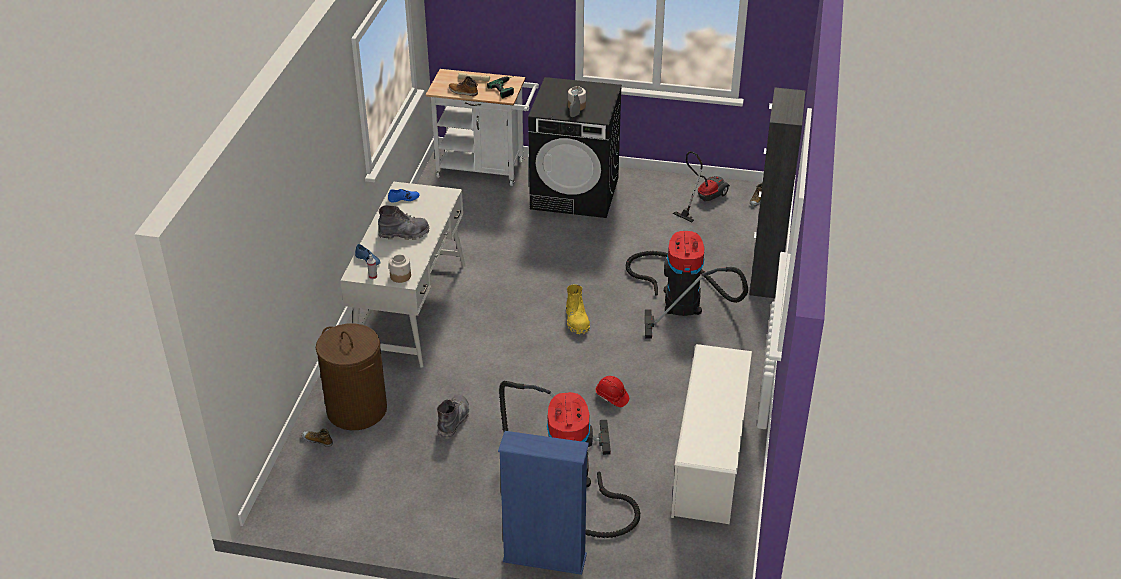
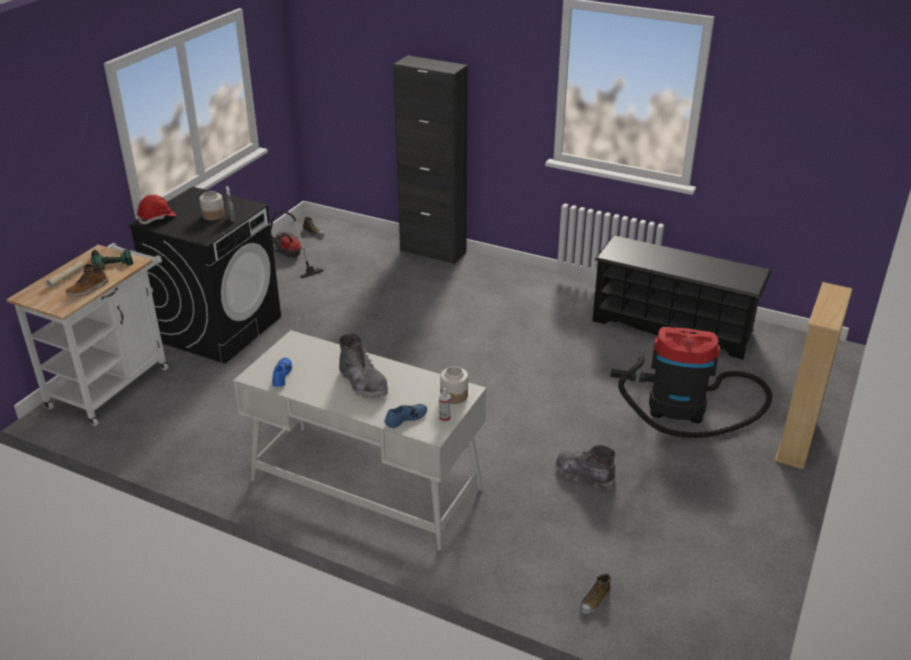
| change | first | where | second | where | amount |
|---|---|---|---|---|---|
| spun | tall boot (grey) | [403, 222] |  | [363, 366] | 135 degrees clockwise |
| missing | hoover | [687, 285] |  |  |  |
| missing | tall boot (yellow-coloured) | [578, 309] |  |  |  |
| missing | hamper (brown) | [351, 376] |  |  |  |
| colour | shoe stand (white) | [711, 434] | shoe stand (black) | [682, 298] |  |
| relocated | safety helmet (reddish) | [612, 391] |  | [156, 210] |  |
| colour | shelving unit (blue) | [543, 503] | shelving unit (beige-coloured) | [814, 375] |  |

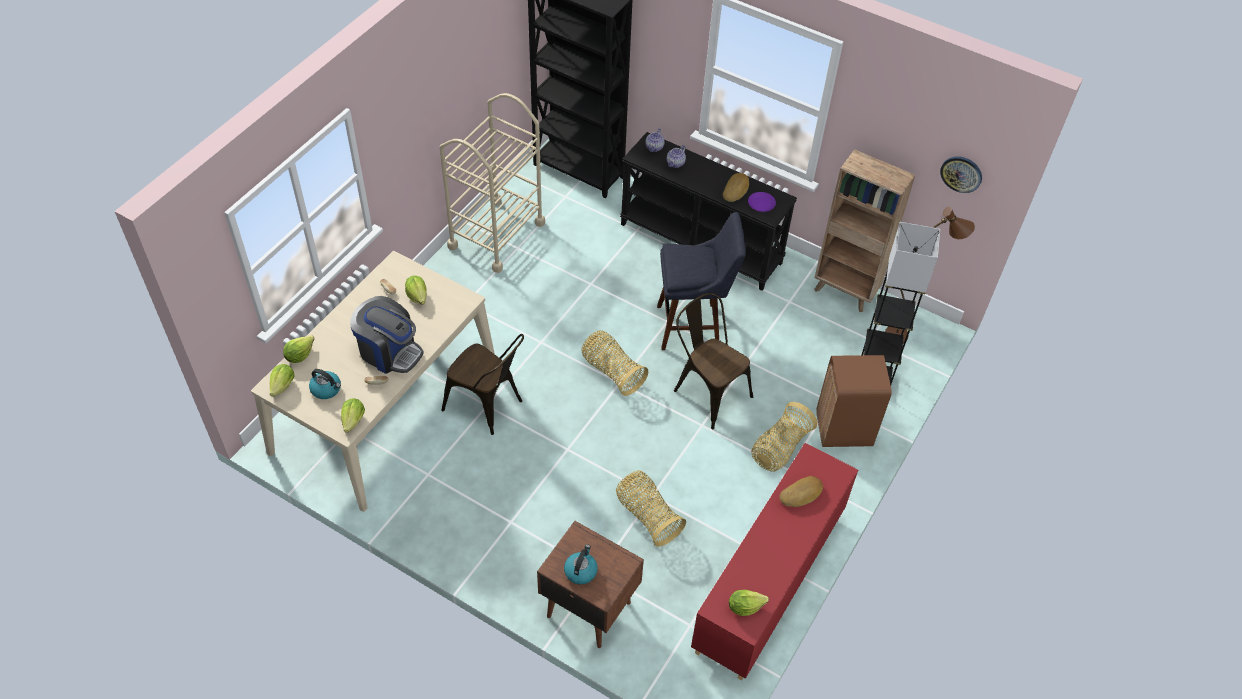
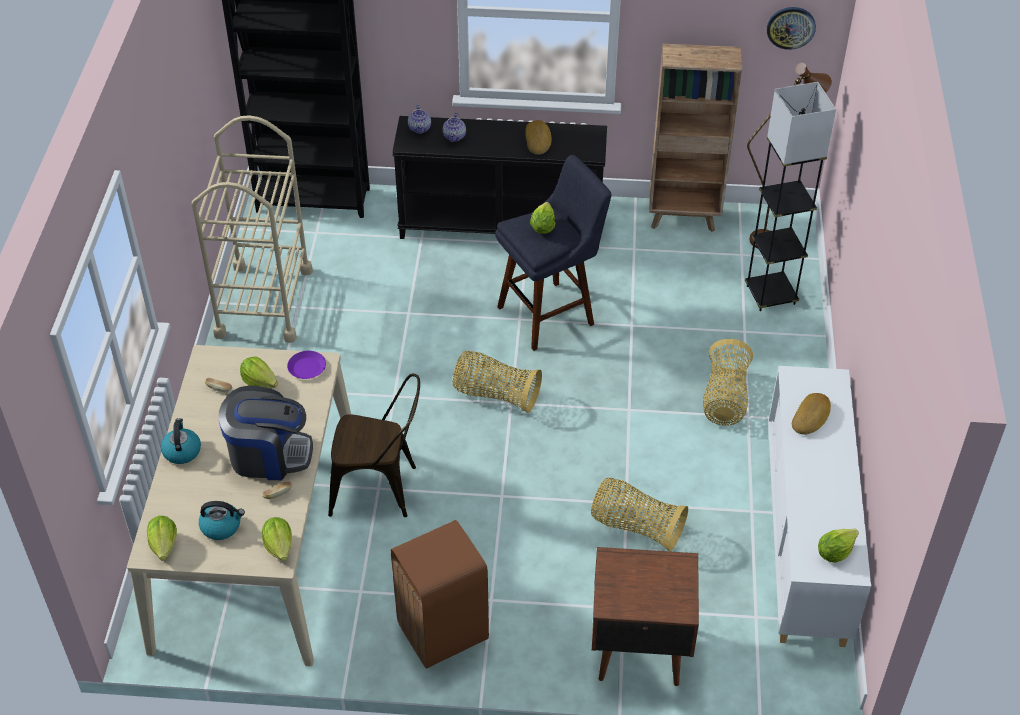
| change | first | where | second | where | amount |
|---|---|---|---|---|---|
| relocated | flat dish (purple-coloured) | [762, 202] |  | [306, 365] |  |
| missing | chair (brown) | [713, 361] |  |  |  |
| relocated | head of lettuce | [298, 349] |  | [542, 218] |  |
| relocated | rubbish bin (brown) | [854, 401] |  | [440, 594] |  |
| colour | cabinet (reddish) | [774, 562] | cabinet (white) | [819, 506] |  |
| relocated | kettle | [581, 564] |  | [181, 441] |  |

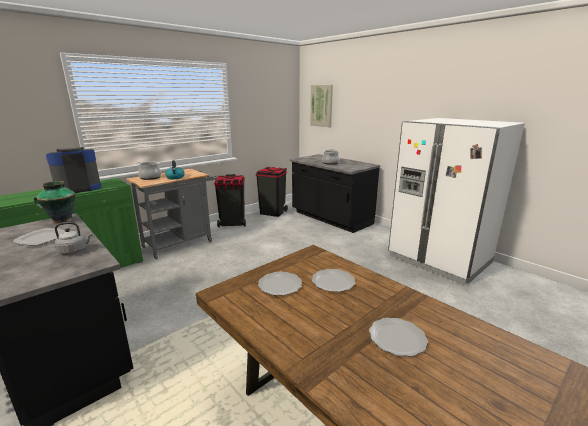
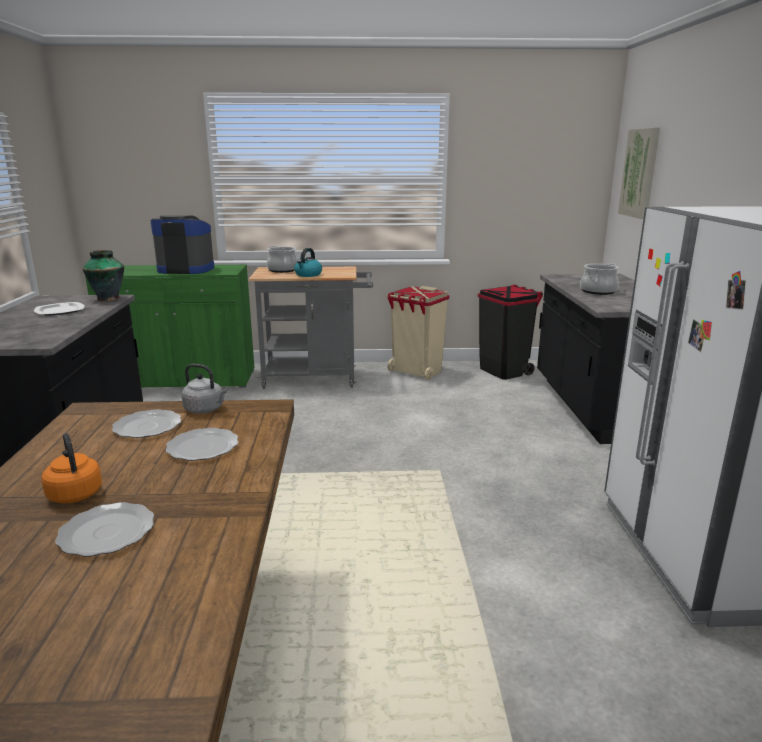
| change | first | where | second | where | amount |
|---|---|---|---|---|---|
| colour | rubbish bin (black) | [230, 200] | rubbish bin (beige-coloured) | [418, 333] |  |
| relocated | kettle (grey) | [73, 238] |  | [204, 389] |  |
| appeared |  |  | kettle (orangey) | [71, 468] |  |

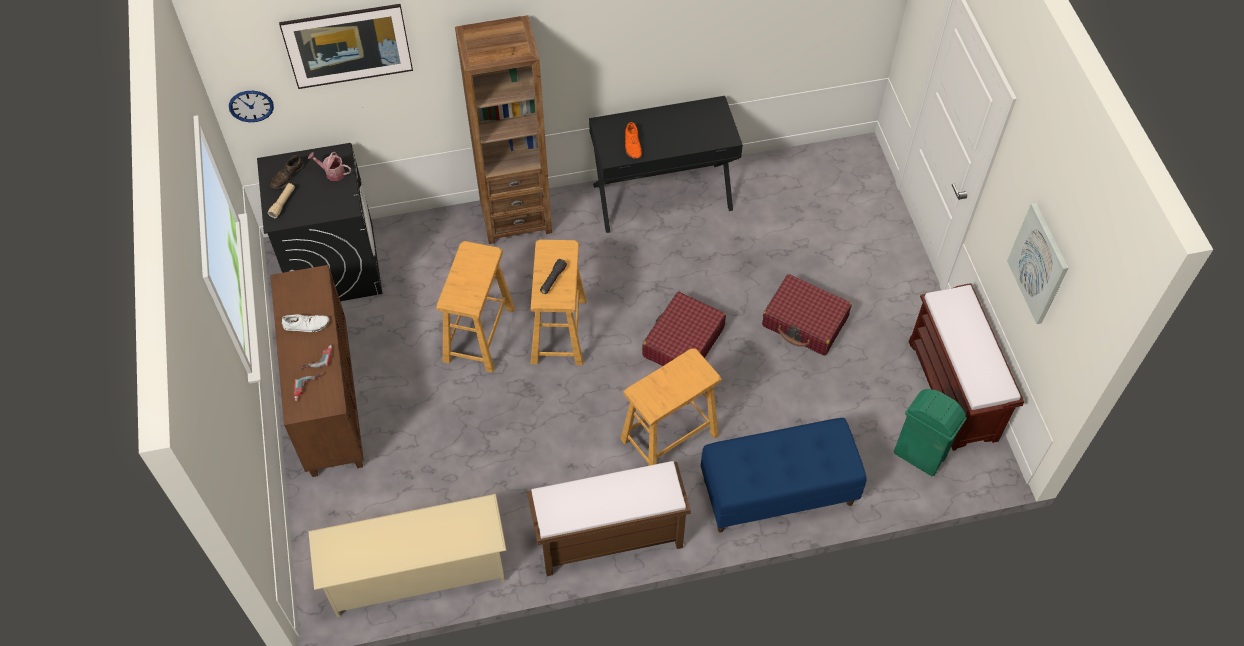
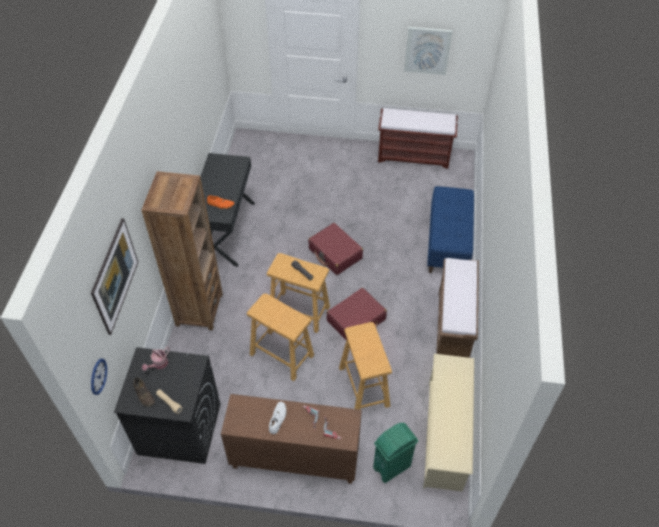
| change | first | where | second | where | amount |
|---|---|---|---|---|---|
| relocated | suitcase (reddish) | [807, 315] |  | [356, 314] |  |
| relocated | stool seat (beige-coloured) | [670, 407] |  | [365, 366] |  |
| relocated | rubbish bin (green) | [930, 433] |  | [395, 453] |  |

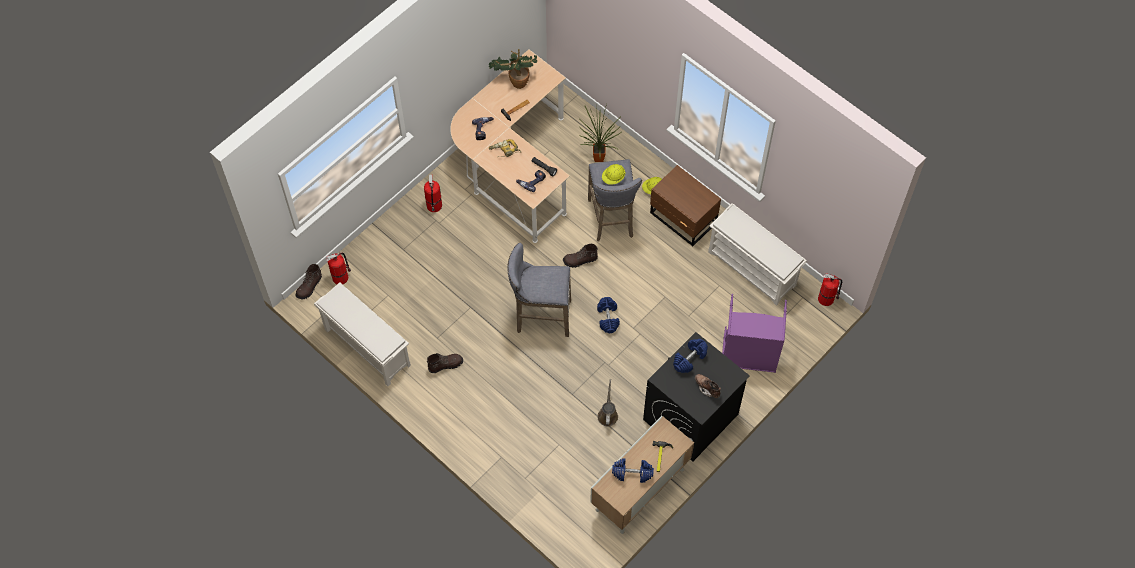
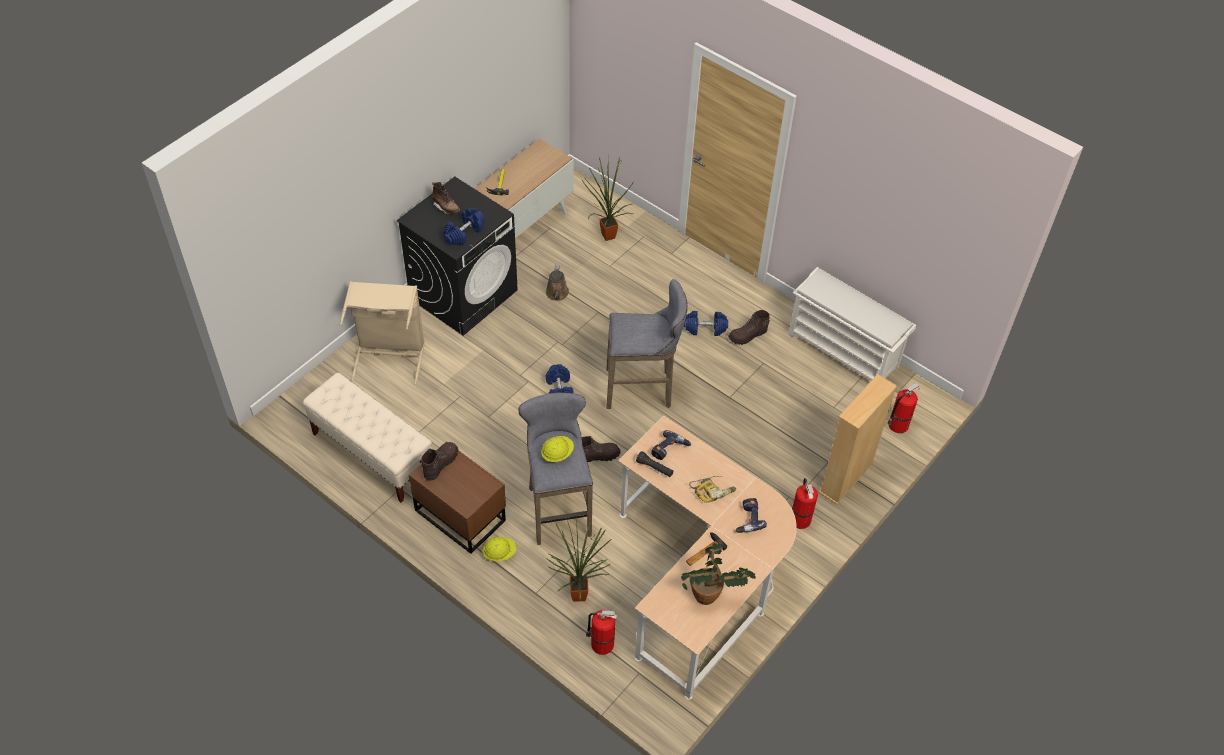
| change | first | where | second | where | amount |
|---|---|---|---|---|---|
| exchanged | shoe stand (white) | [757, 254] | long seat (beige-coloured) | [367, 438] |  |
| relocated | tall boot (brown) | [308, 281] |  | [439, 461] |  |
| relocated | fire extinguisher | [830, 289] |  | [601, 632] |  |
| colour | hamper (purple-coloured) | [754, 333] | hamper (beige-coloured) | [382, 333] |  |
| relocated | free weight (blue) | [633, 470] |  | [706, 323] |  |
| appeared |  |  | potted plant | [607, 198] |  |
| appeared |  |  | shelving unit (beige-coloured) | [858, 439] |  |

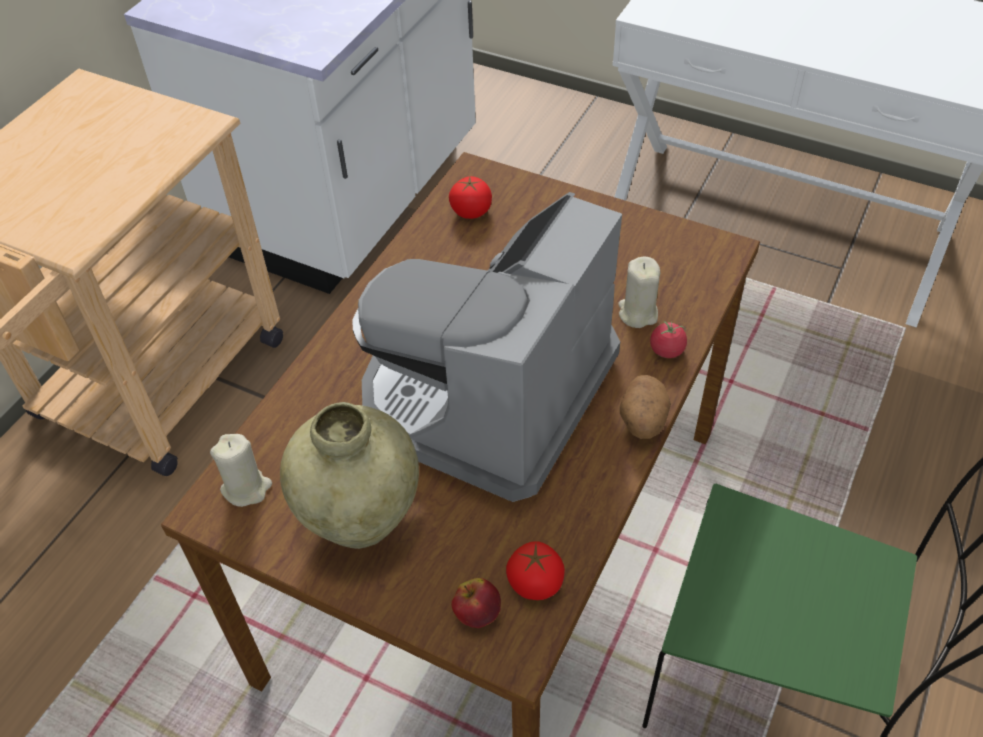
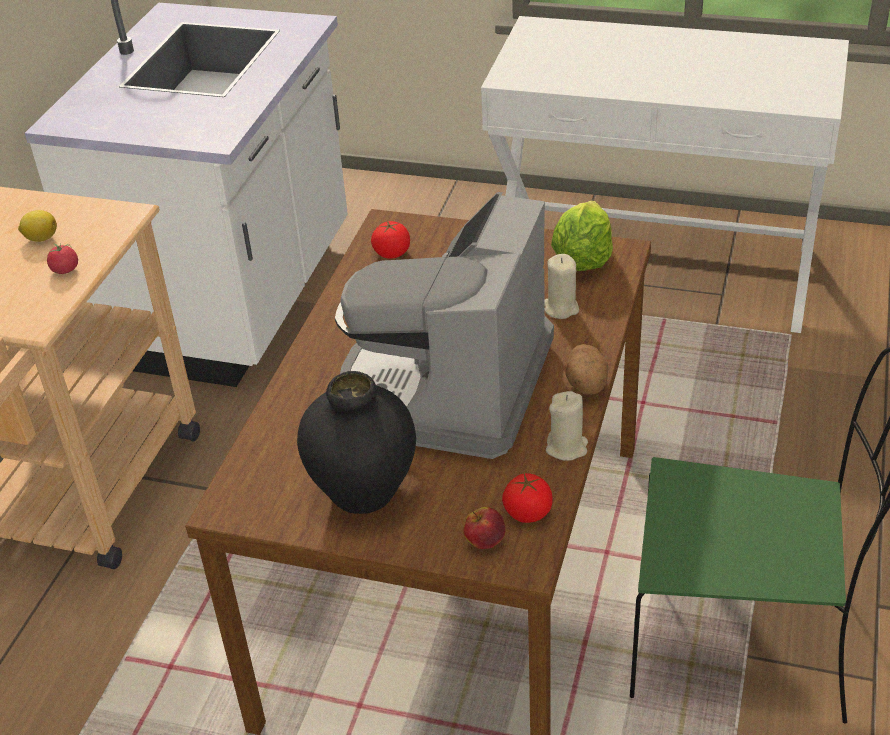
| change | first | where | second | where | amount |
|---|---|---|---|---|---|
| relocated | fresh tomato | [668, 339] |  | [62, 259] |  |
| colour | vase (beige-coloured) | [349, 475] | vase (black) | [356, 442] |  |
| relocated | candle (beige-coloured) | [241, 470] |  | [567, 426] |  |
| appeared |  |  | head of lettuce | [582, 236] |  |
| appeared |  |  | lemon | [37, 226] |  |

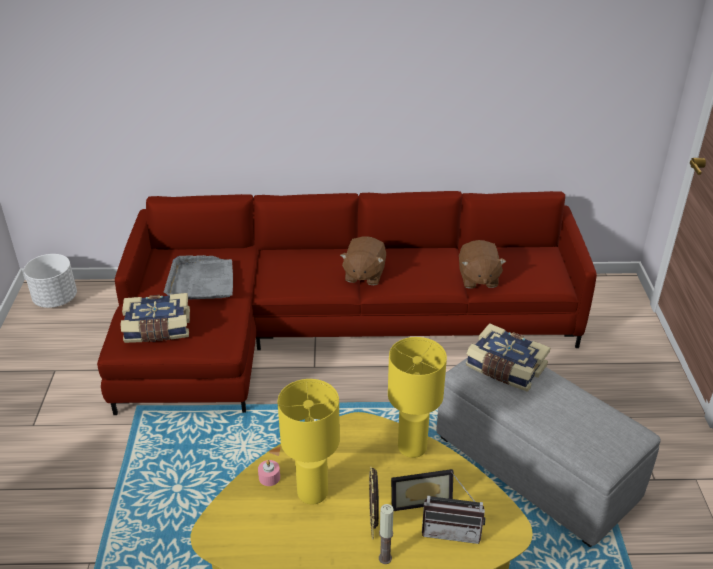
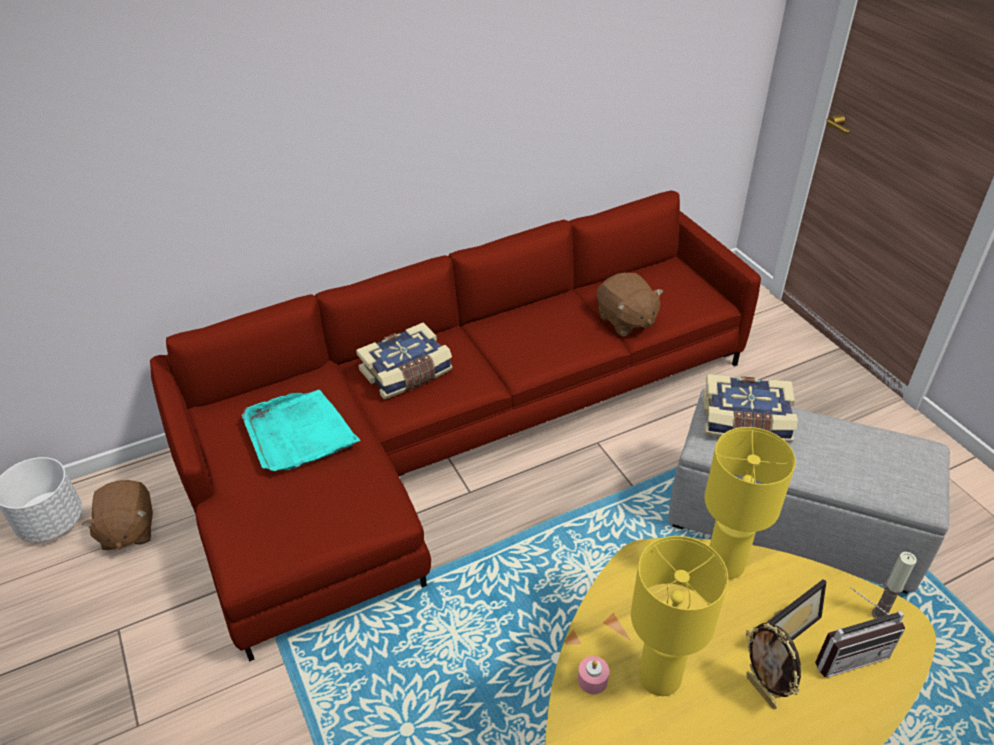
| change | first | where | second | where | amount |
|---|---|---|---|---|---|
| relocated | plush toy (brown) | [363, 260] |  | [117, 515] |  |
| colour | serving tray (grey) | [198, 277] | serving tray (turquoise-coloured) | [301, 430] |  |
| relocated | bound book | [155, 318] |  | [404, 361] |  |
| relocated | candle | [386, 534] |  | [894, 585] |  |

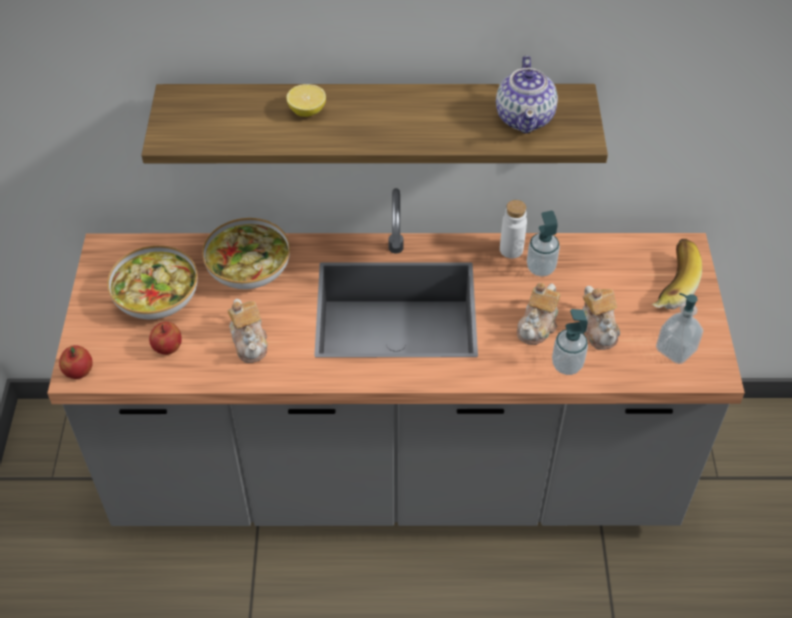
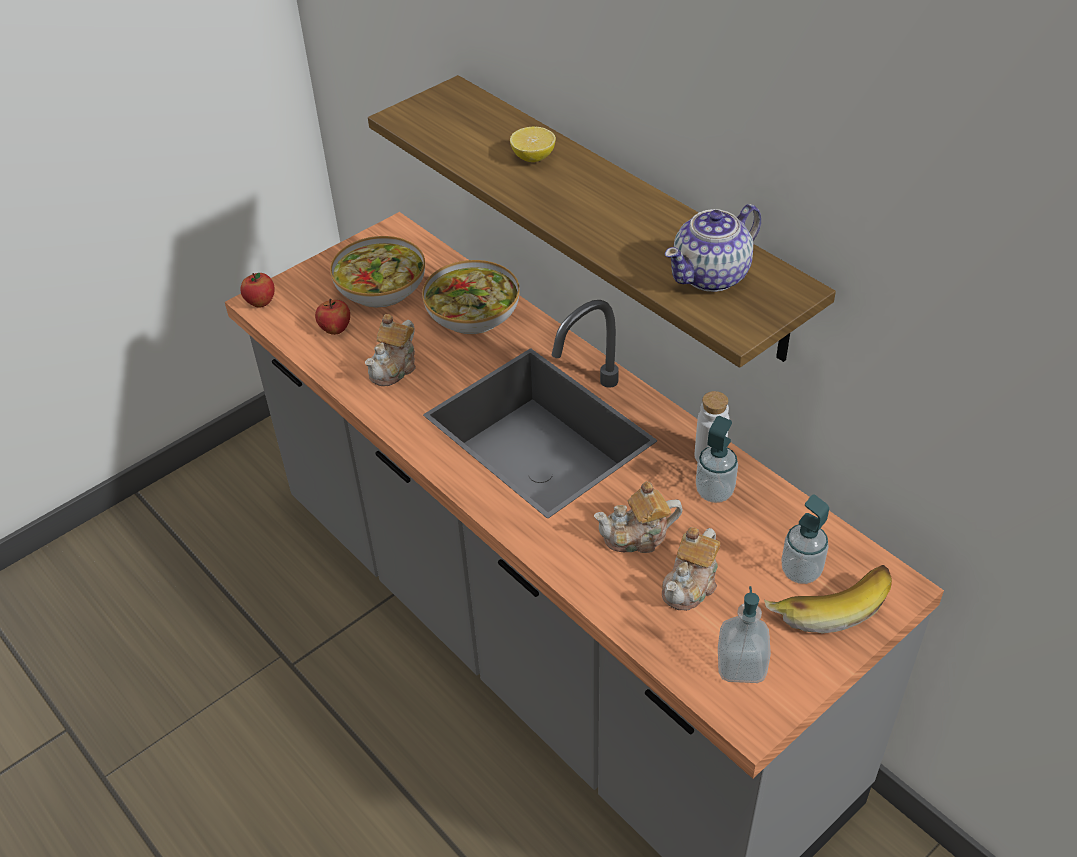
| change | first | where | second | where | amount |
|---|---|---|---|---|---|
| relocated | liquid soap bottle | [570, 342] |  | [805, 539] |  |

